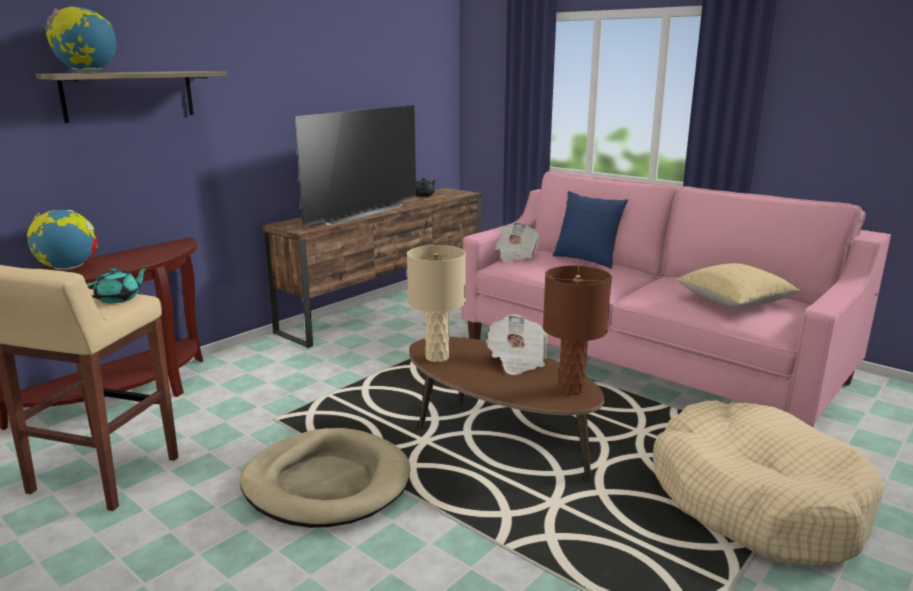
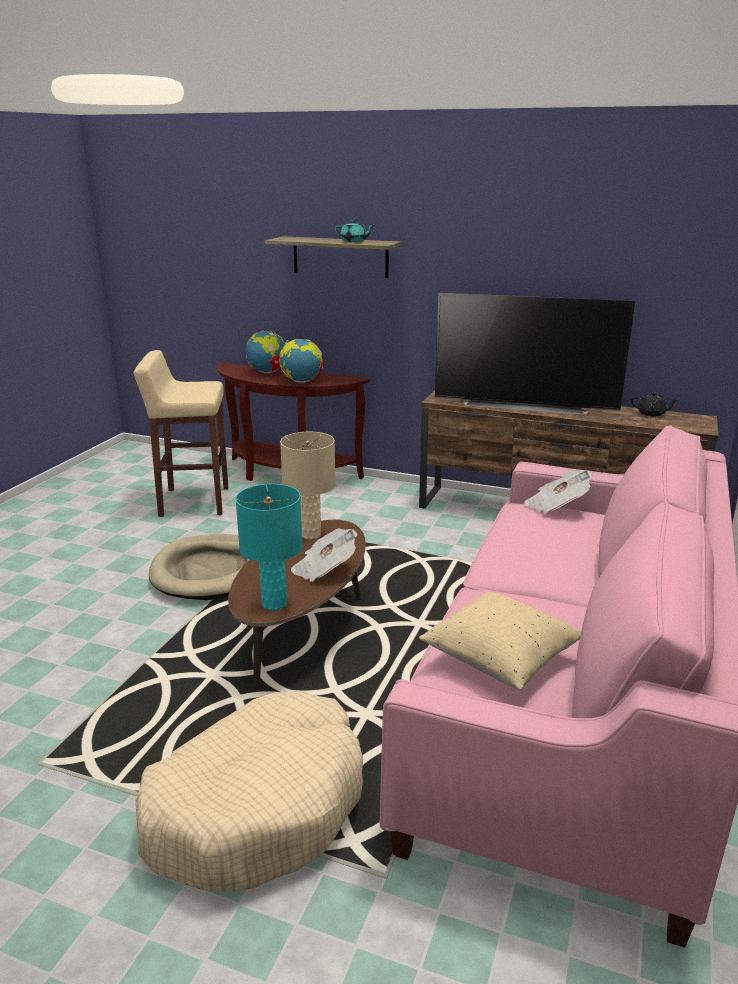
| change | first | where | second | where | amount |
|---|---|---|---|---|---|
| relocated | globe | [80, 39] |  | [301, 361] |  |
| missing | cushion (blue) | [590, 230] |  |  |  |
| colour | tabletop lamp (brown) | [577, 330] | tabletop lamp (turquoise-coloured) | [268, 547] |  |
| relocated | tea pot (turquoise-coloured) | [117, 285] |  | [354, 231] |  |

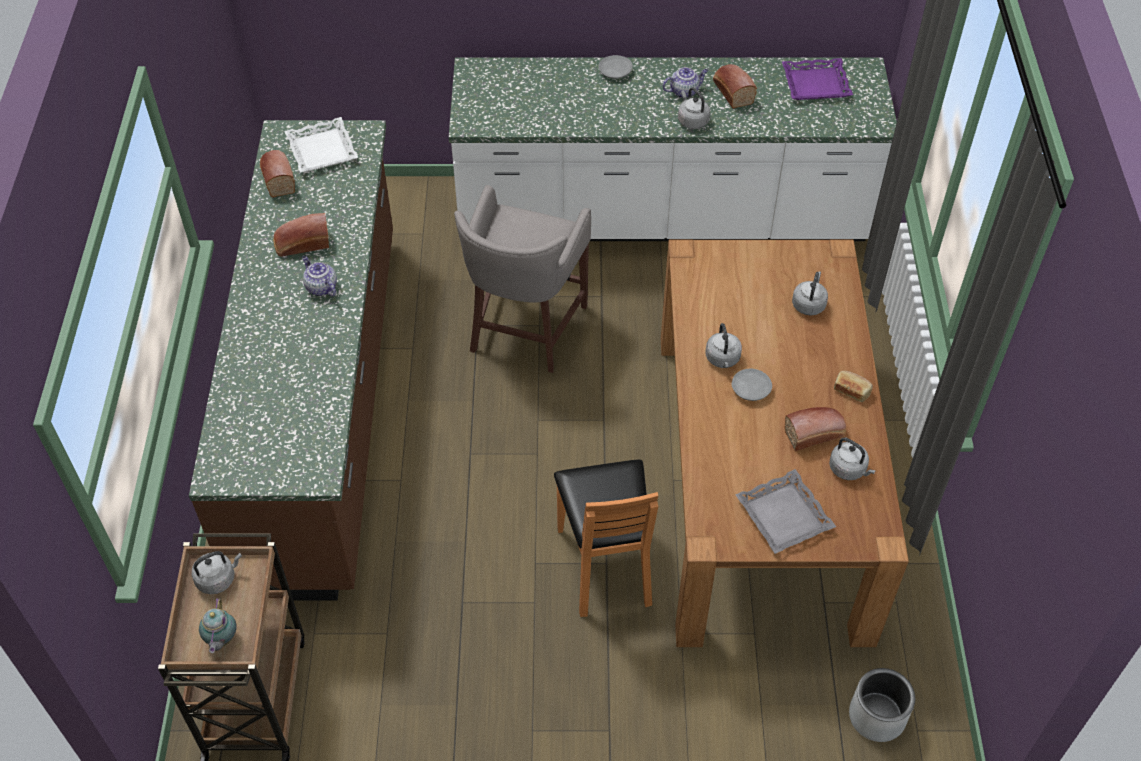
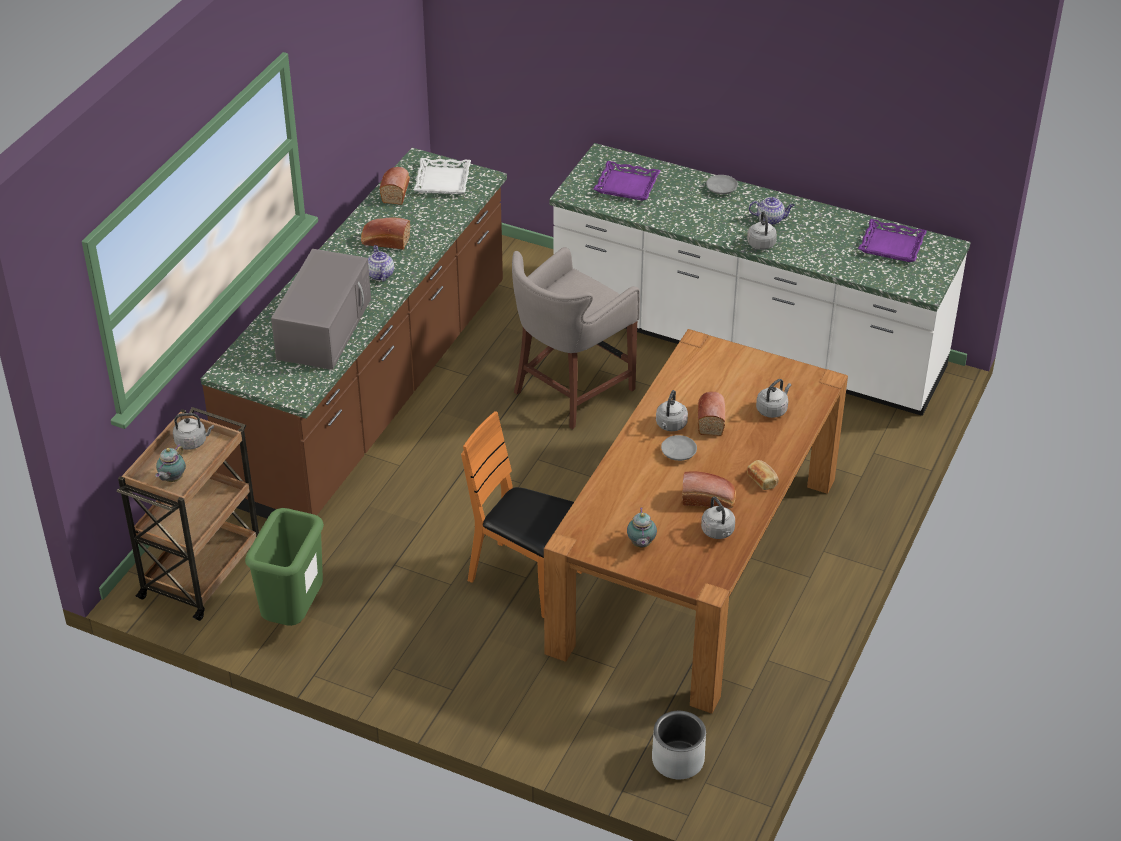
| change | first | where | second | where | amount |
|---|---|---|---|---|---|
| relocated | bakery bread | [735, 86] |  | [711, 414] |  |
| spun | chair (orangey) | [606, 538] |  | [521, 514] | 105 degrees clockwise |
| exchanged | serving tray (grey) | [785, 511] | tea pot | [642, 527] |  |
| appeared |  |  | serving tray (purple-coloured) | [627, 181] |  |
| appeared |  |  | microwave (grey) | [321, 309] |  |
| appeared |  |  | rubbish bin (green) | [284, 567] |  |

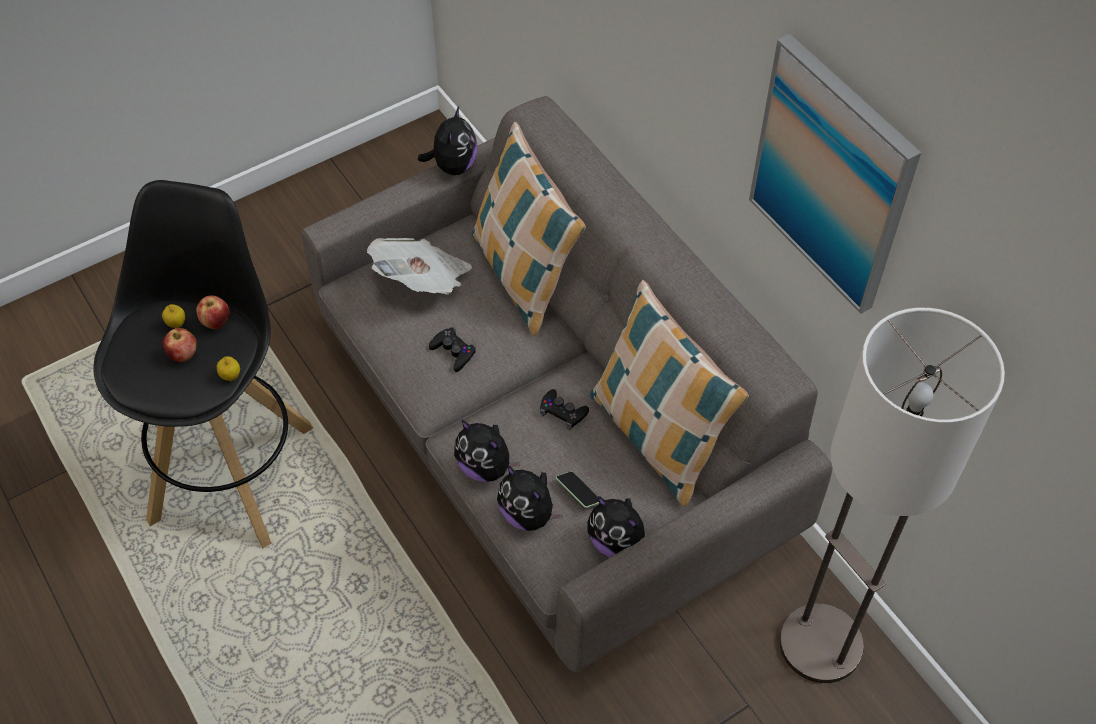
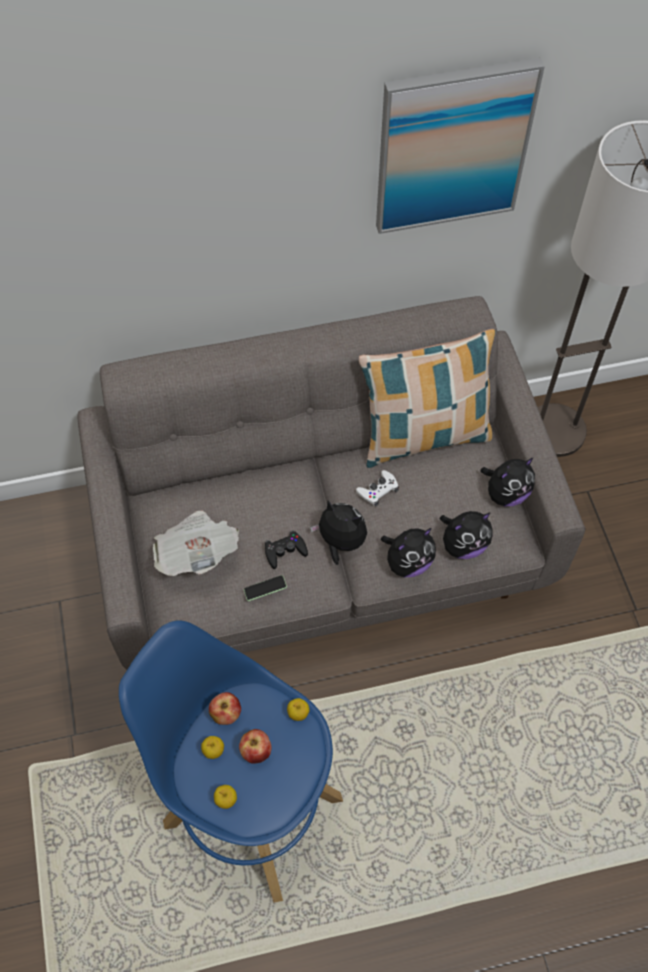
| change | first | where | second | where | amount |
|---|---|---|---|---|---|
| relocated | plush toy | [447, 140] |  | [338, 532] |  |
| missing | cushion | [529, 229] |  |  |  |
| colour | stool seat (black) | [203, 364] | stool seat (blue) | [231, 761] |  |
| colour | game controller (black) | [564, 409] | game controller (white) | [377, 488] |  |
| relocated | handset | [577, 489] |  | [265, 588] |  |
| appeared |  |  | whole apple | [225, 797] |  |

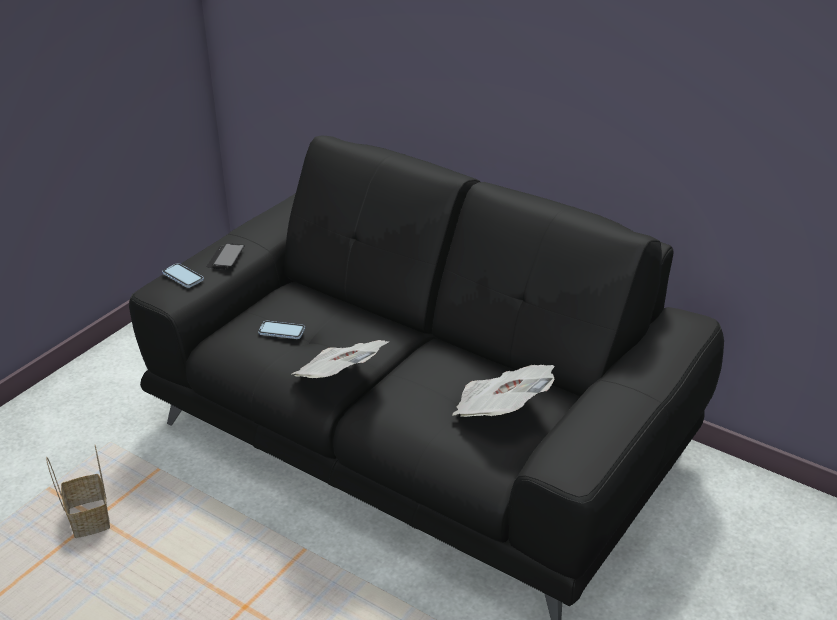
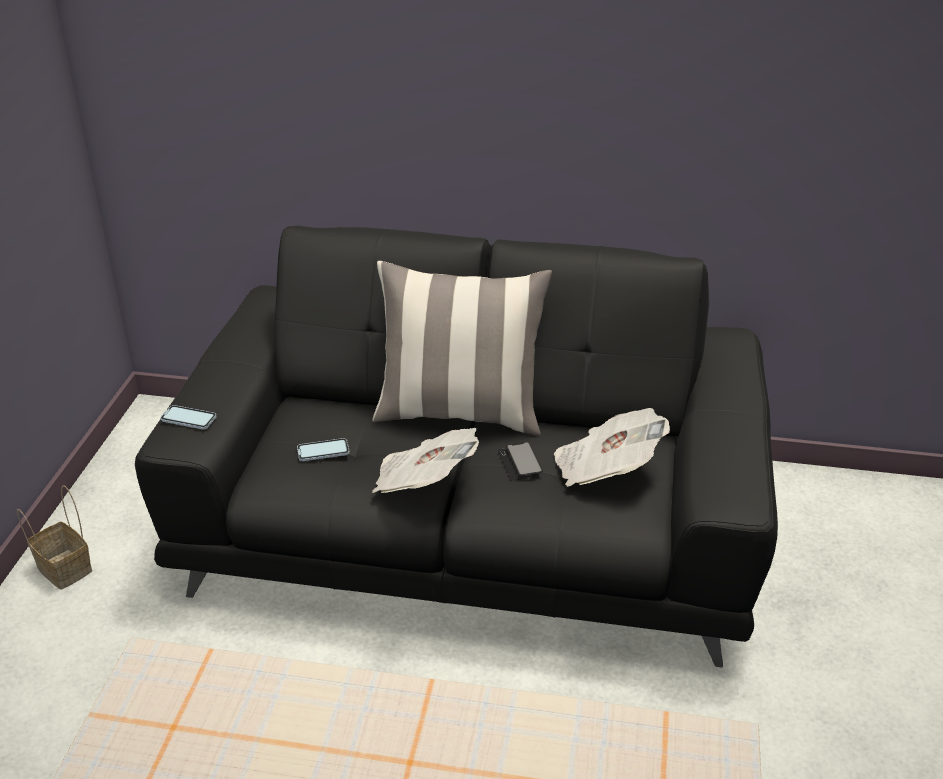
| change | first | where | second | where | amount |
|---|---|---|---|---|---|
| relocated | handset | [226, 256] |  | [520, 461] |  |
| relocated | household basket | [78, 491] |  | [54, 537] |  |
| appeared |  |  | cushion | [462, 348] |  |

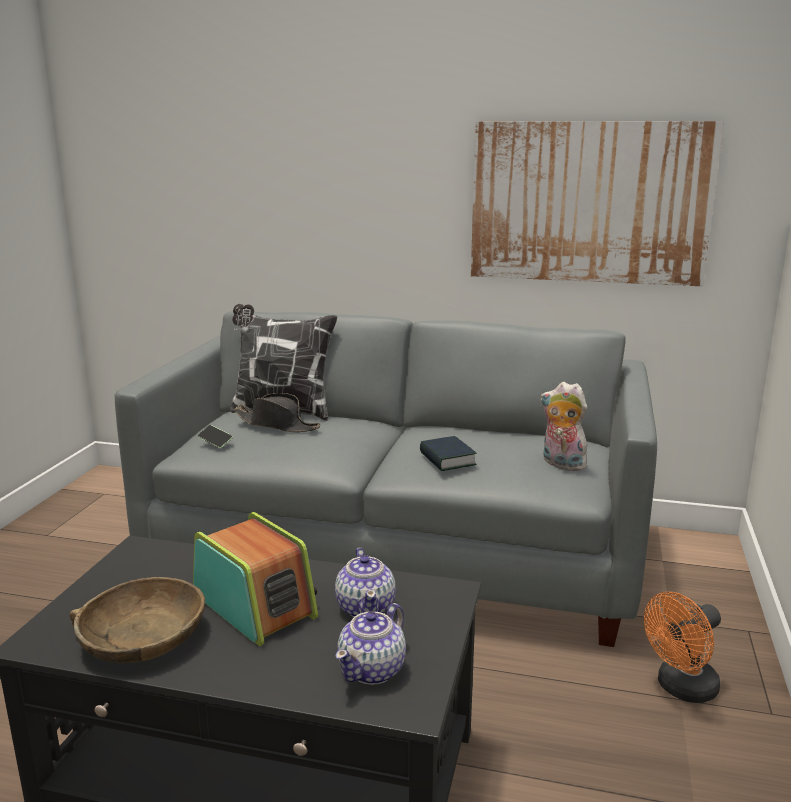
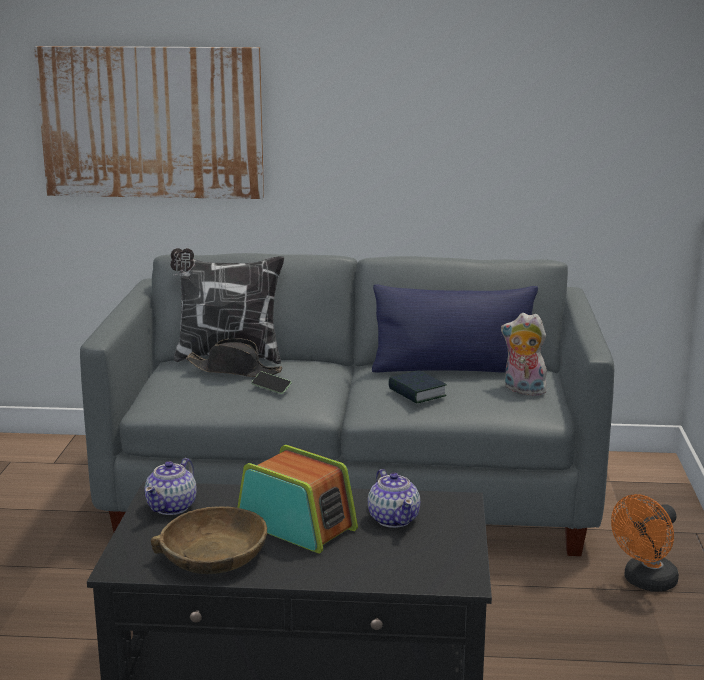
| change | first | where | second | where | amount |
|---|---|---|---|---|---|
| relocated | picture | [597, 203] |  | [149, 122] |  |
| relocated | handset | [215, 436] |  | [271, 383] |  |
| relocated | tea pot | [371, 644] |  | [170, 486] |  |
| appeared |  |  | cushion (blue) | [455, 328] |  |

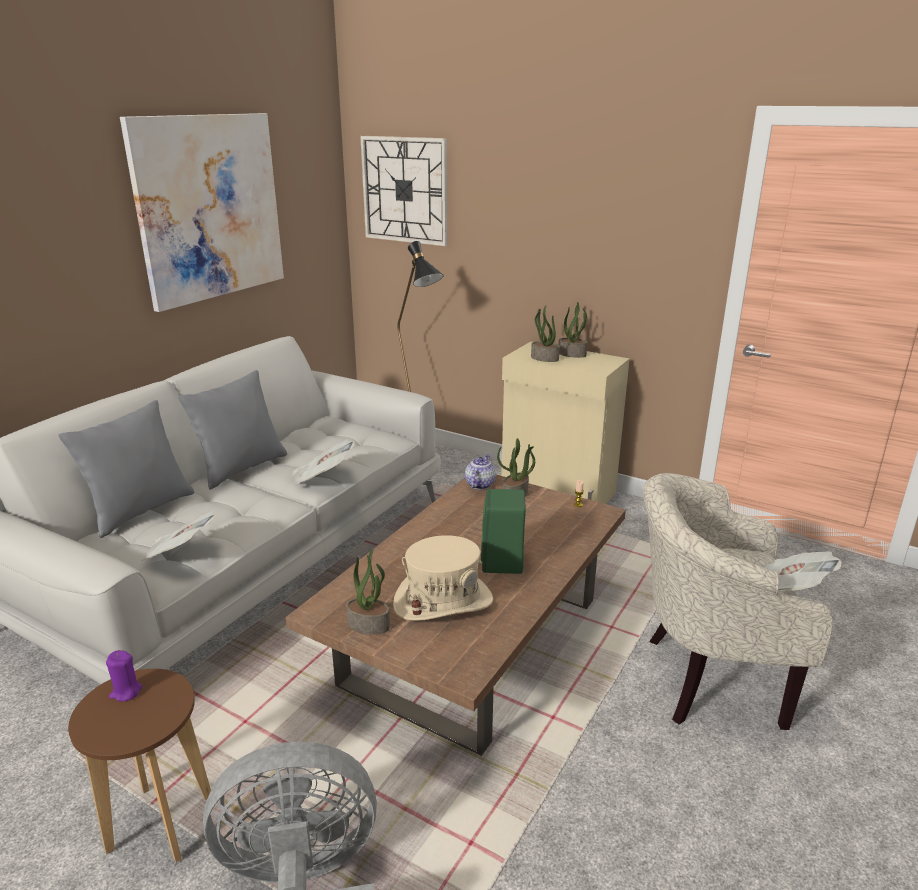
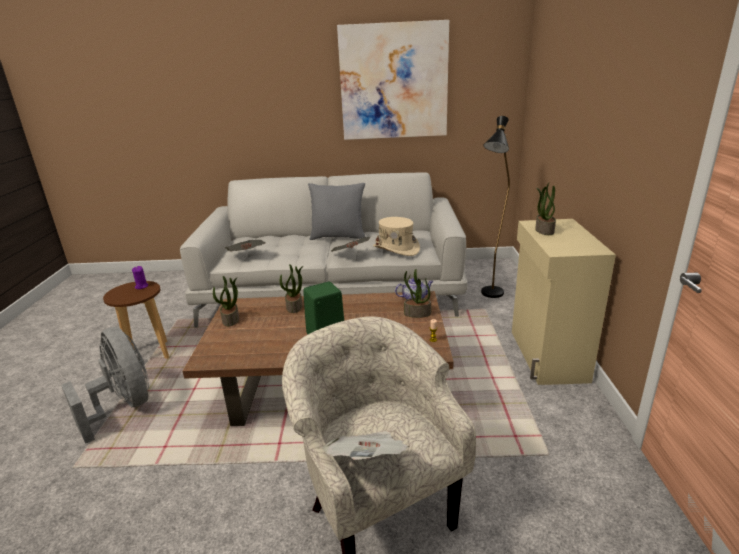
| change | first | where | second | where | amount |
|---|---|---|---|---|---|
| missing | clock on the wall | [404, 191] |  |  |  |
| relocated | potted plant | [573, 330] |  | [291, 288] |  |
| missing | cushion (grey) | [126, 469] |  |  |  |
| relocated | clothing hat (beige-coloured) | [443, 578] |  | [396, 236] |  |

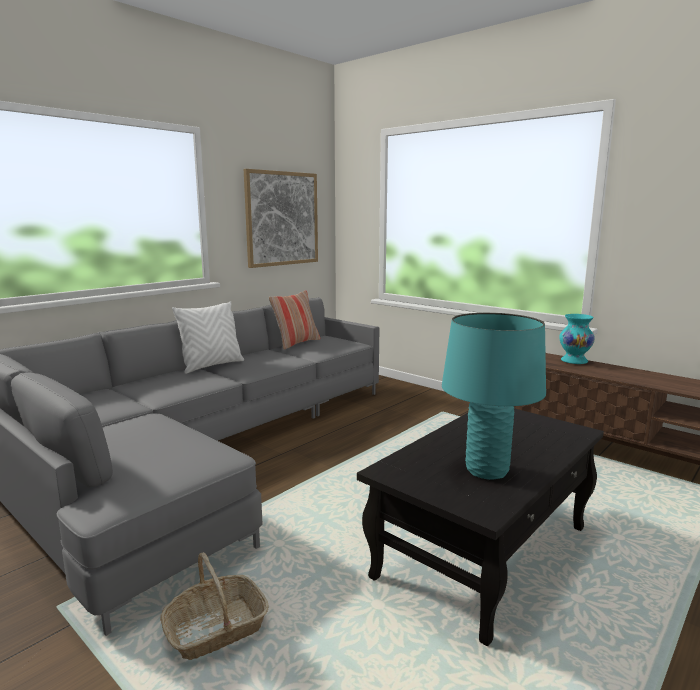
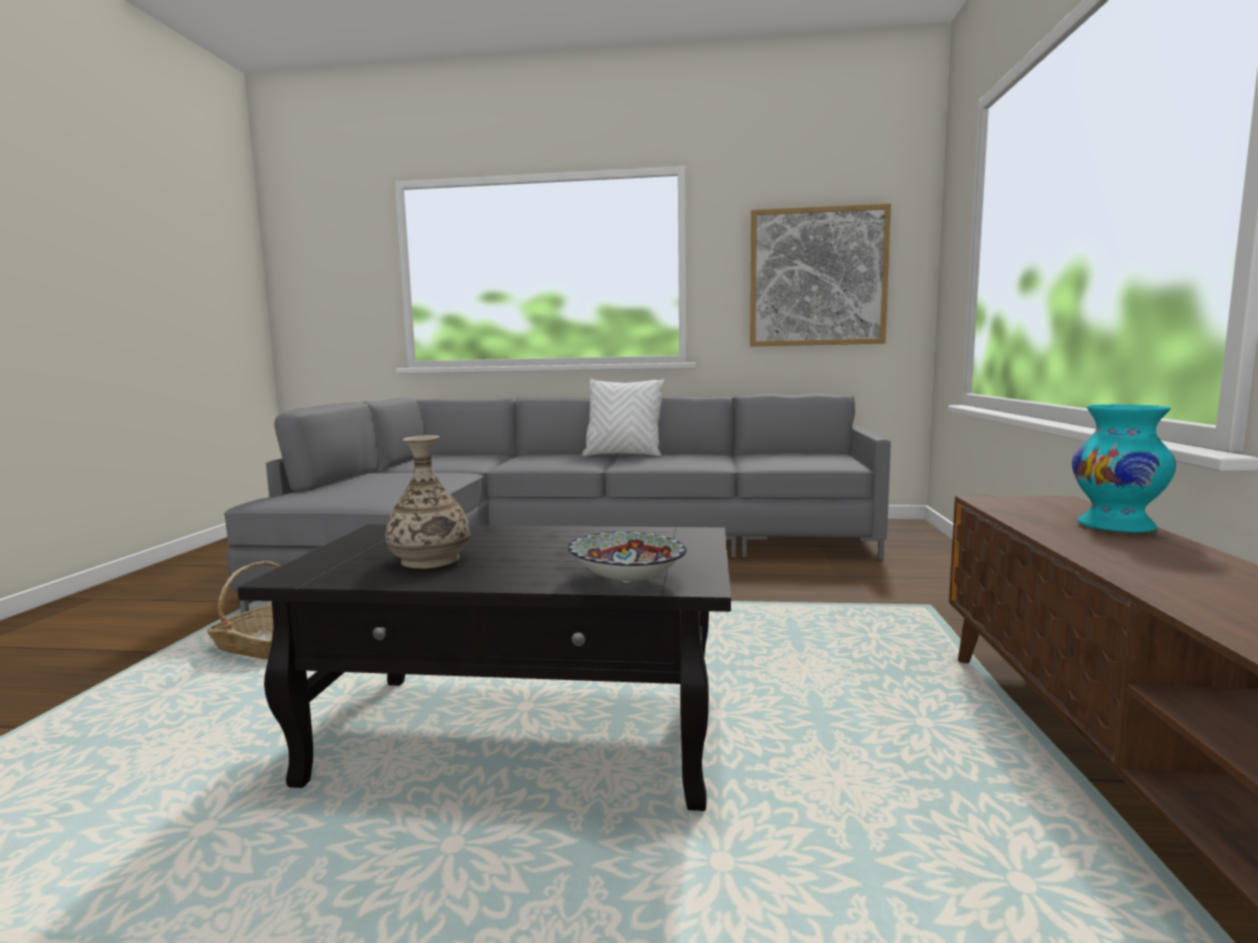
| change | first | where | second | where | amount |
|---|---|---|---|---|---|
| missing | cushion | [294, 320] |  |  |  |
| exchanged | tabletop lamp (turquoise-coloured) | [494, 396] | vase | [427, 502] |  |
| appeared |  |  | serving bowl | [627, 557] |  |

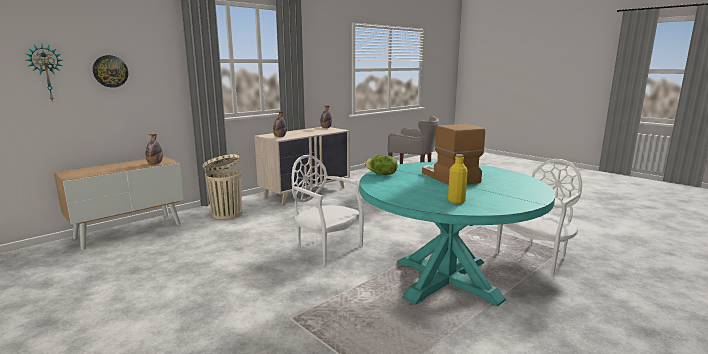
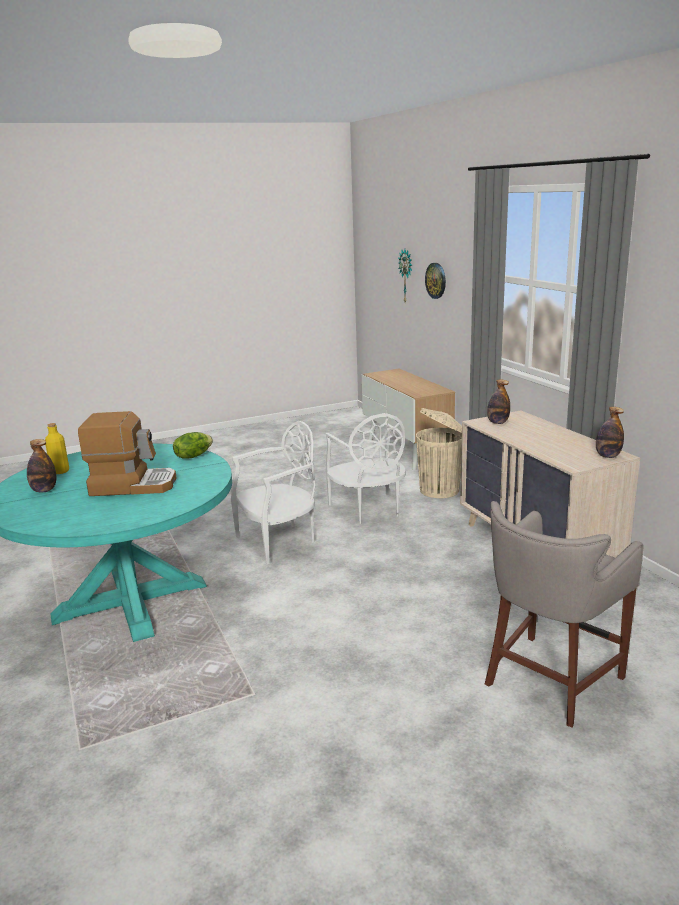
| change | first | where | second | where | amount |
|---|---|---|---|---|---|
| relocated | beverage bottle | [154, 149] |  | [41, 465] |  |
| relocated | chair (white) | [539, 217] |  | [366, 468] |  |

